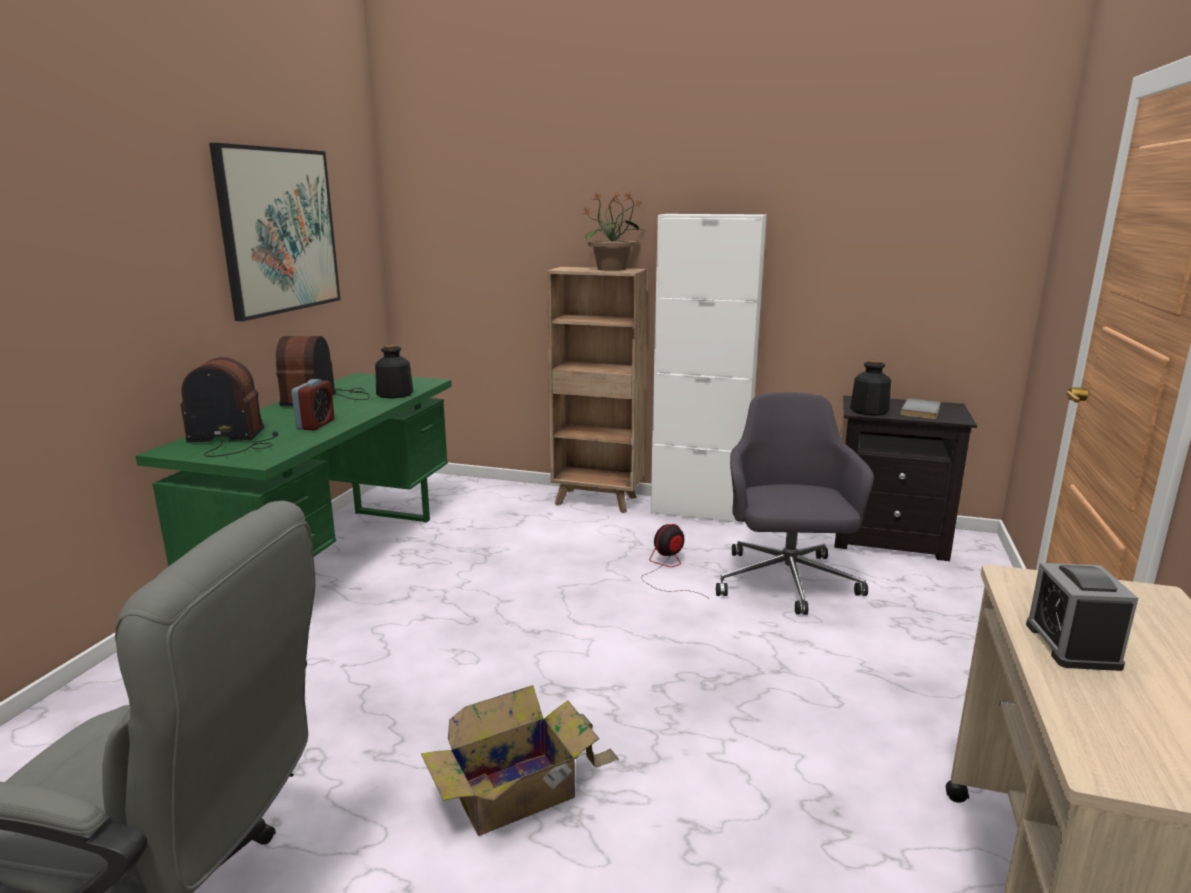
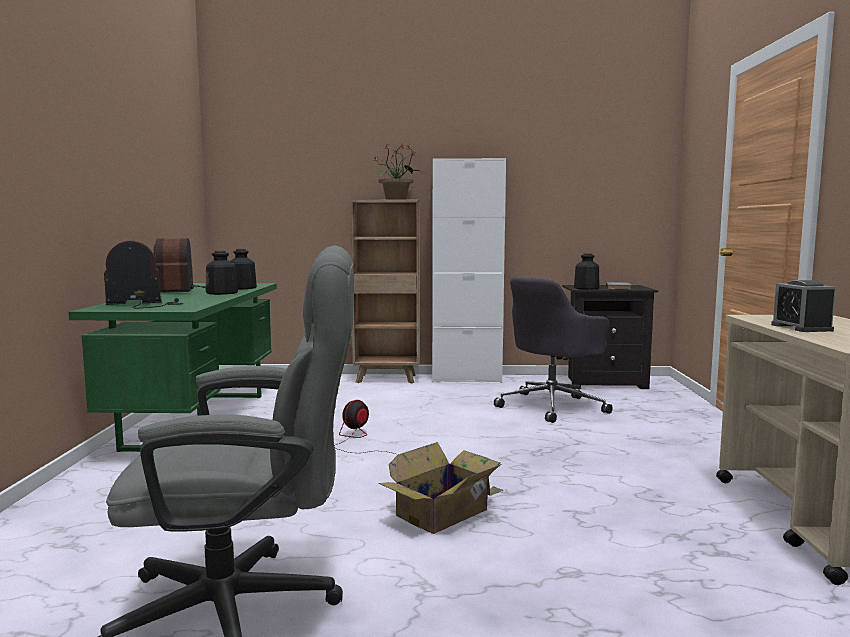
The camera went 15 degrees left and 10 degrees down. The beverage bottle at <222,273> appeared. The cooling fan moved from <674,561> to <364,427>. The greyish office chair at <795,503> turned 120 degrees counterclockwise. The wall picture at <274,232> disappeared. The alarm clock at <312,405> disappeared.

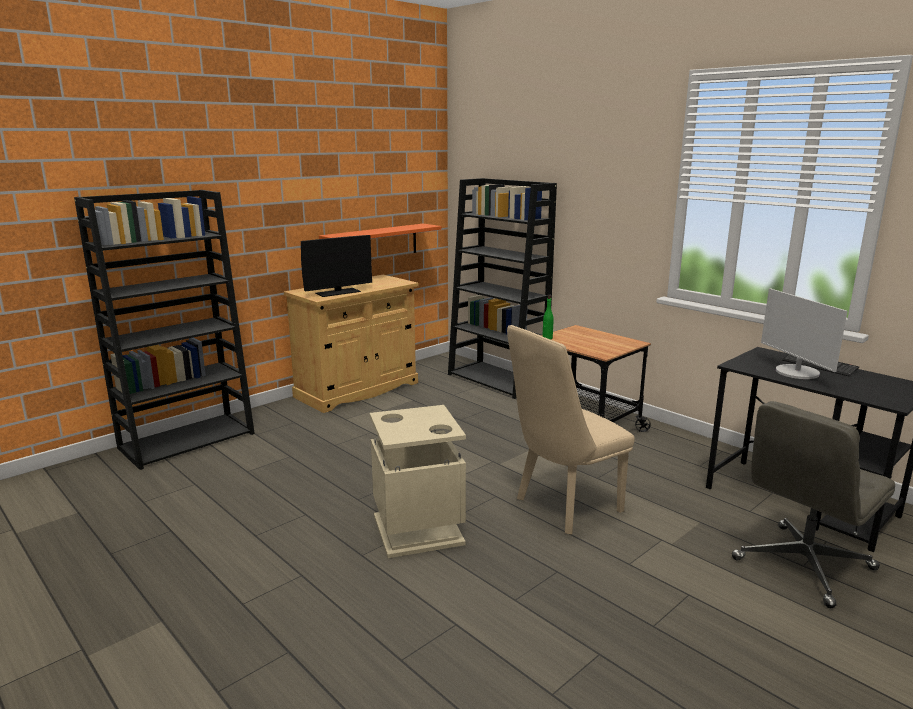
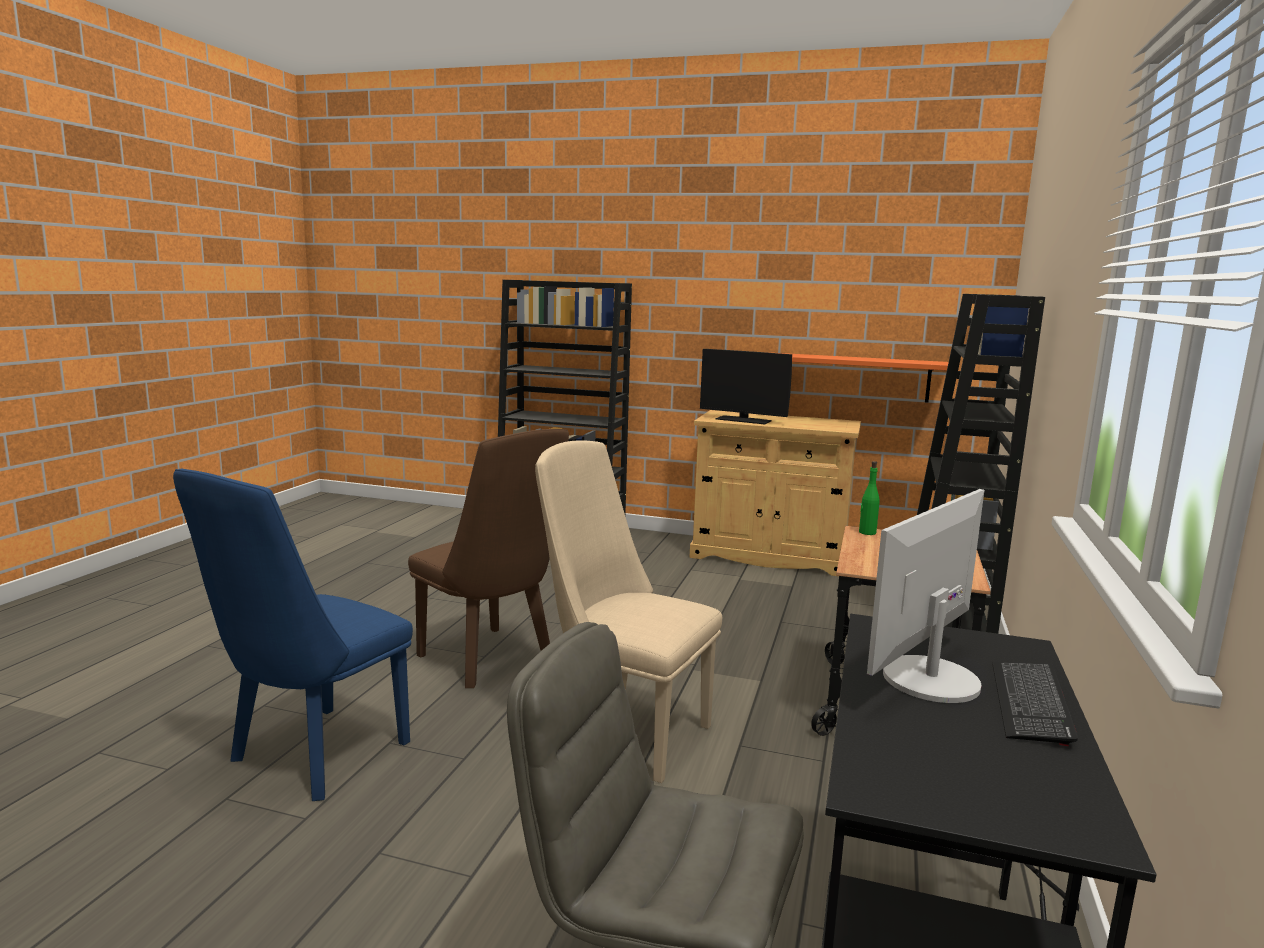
The camera went 60 degrees right and 5 degrees down. The bluish upright chair at <293,635> appeared. The beige trash can at <418,481> was replaced by the brownish upright chair at <488,558>.

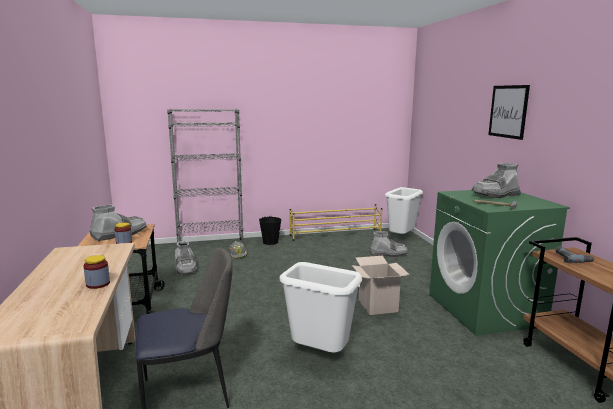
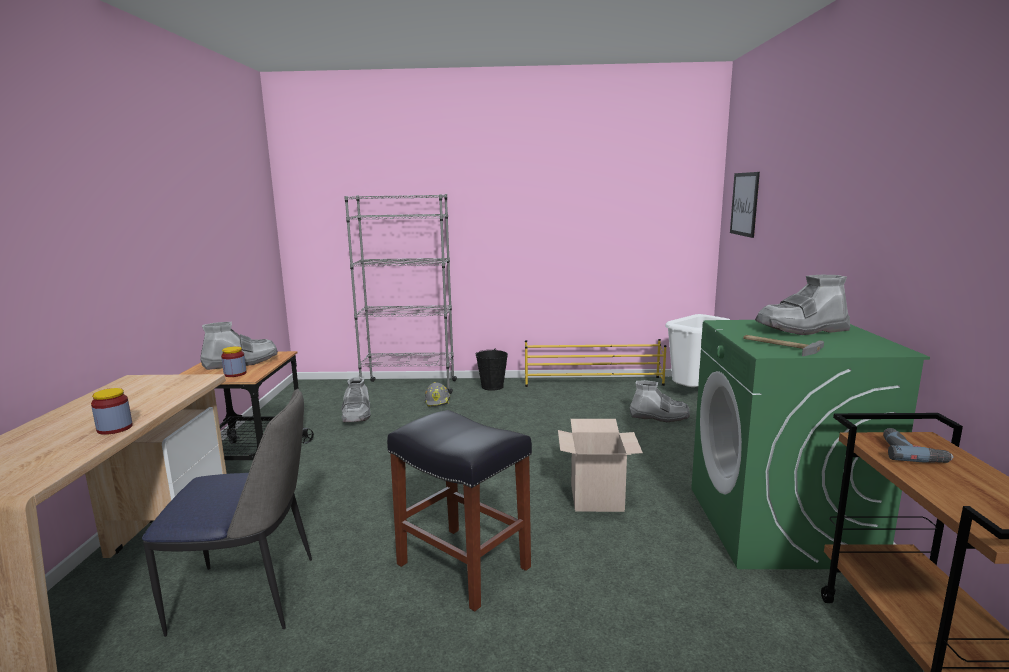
The camera went 15 degrees right and 0 degrees up. The white-coloured trash can at <321,307> was replaced by the blackish stool at <459,511>. The wall picture moved from <509,112> to <745,205>.

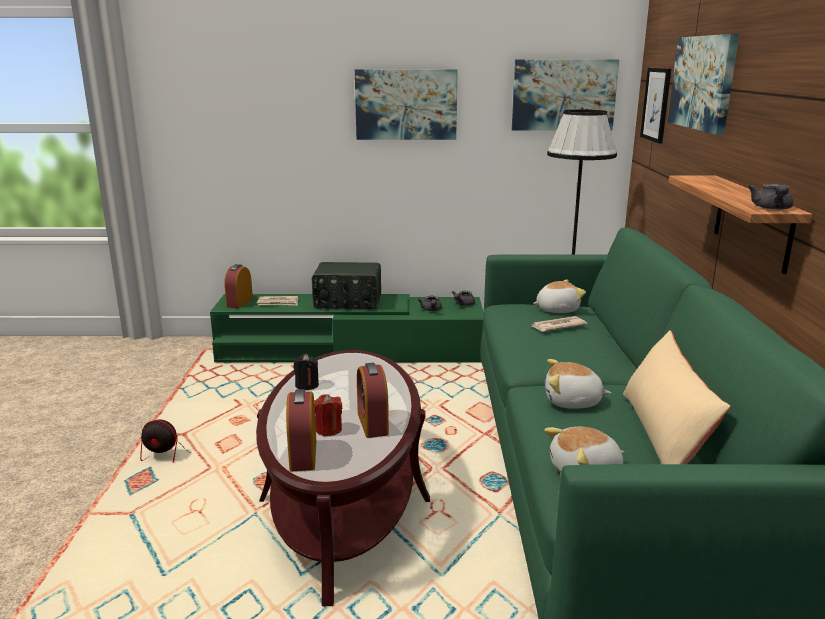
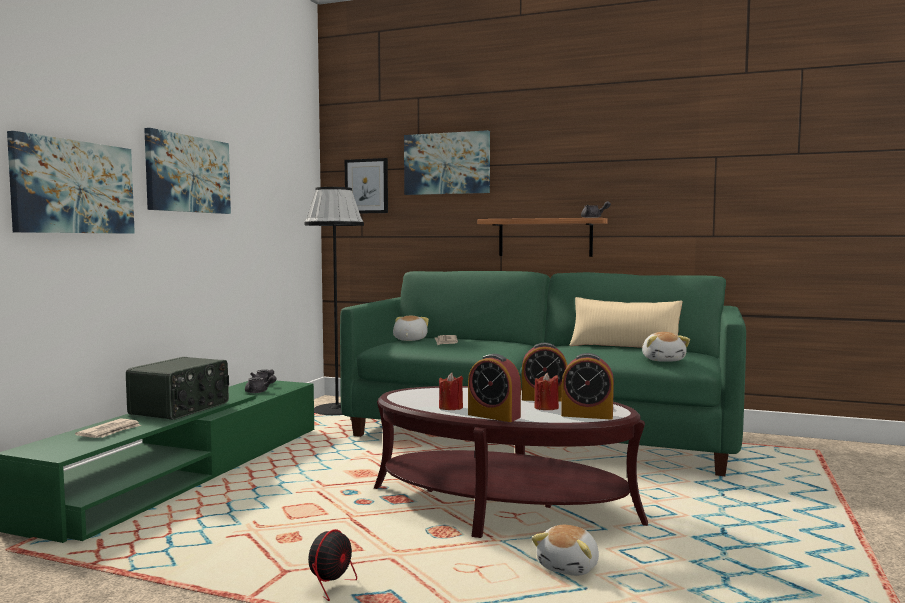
The camera went 70 degrees left and 15 degrees down. The wall picture moved from <565,95> to <71,182>. The blackish candle at <306,372> became the red candle at <451,391>. The alarm clock moved from <238,286> to <494,388>. The cuddly toy moved from <578,384> to <565,550>.

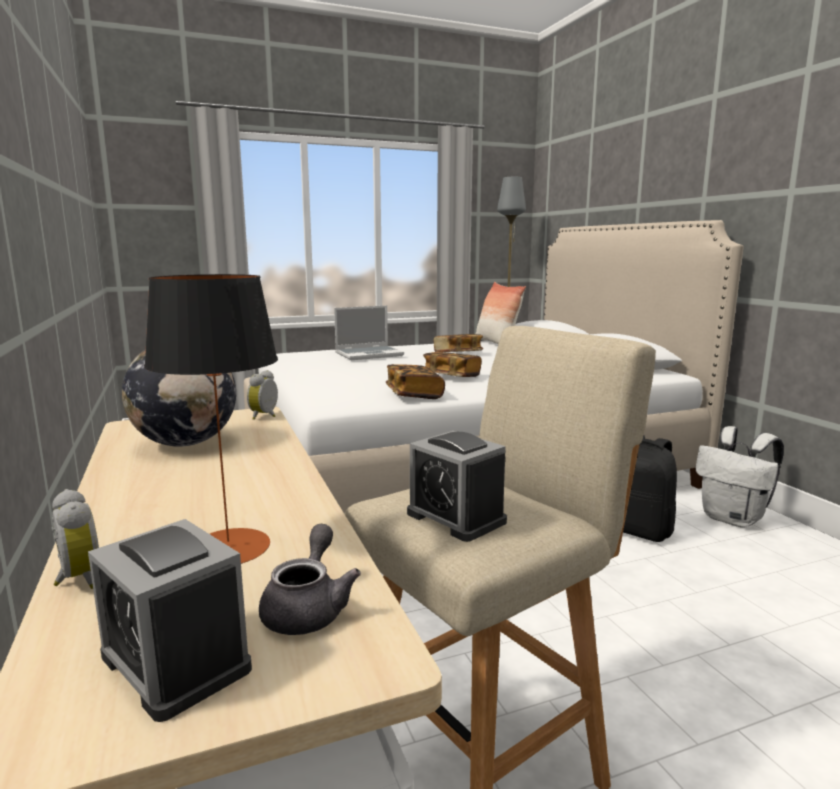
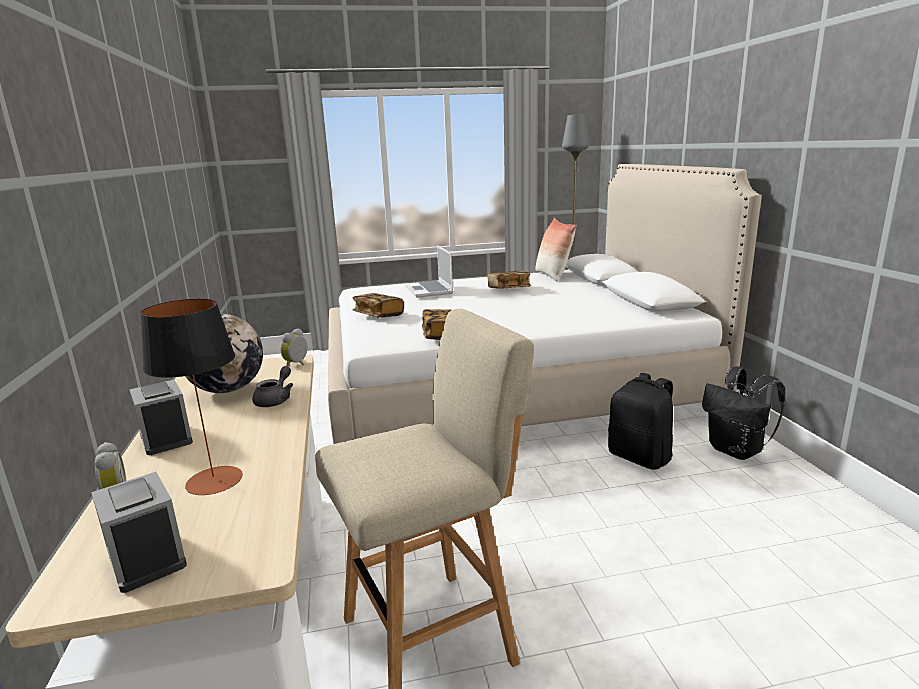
The camera went 10 degrees right and 5 degrees up. The alarm clock moved from <457,486> to <161,417>. The greyish pot for tea moved from <310,579> to <272,386>. The book moved from <452,364> to <378,305>. The notebook computer at <369,333> turned 90 degrees clockwise. The white-coloured knapsack at <739,477> became the blackish knapsack at <744,413>.

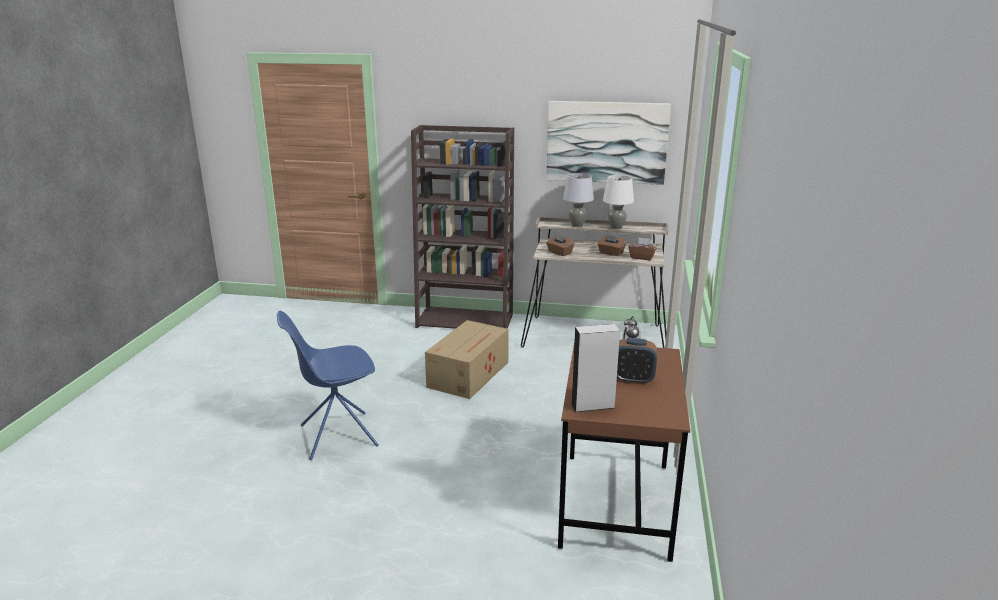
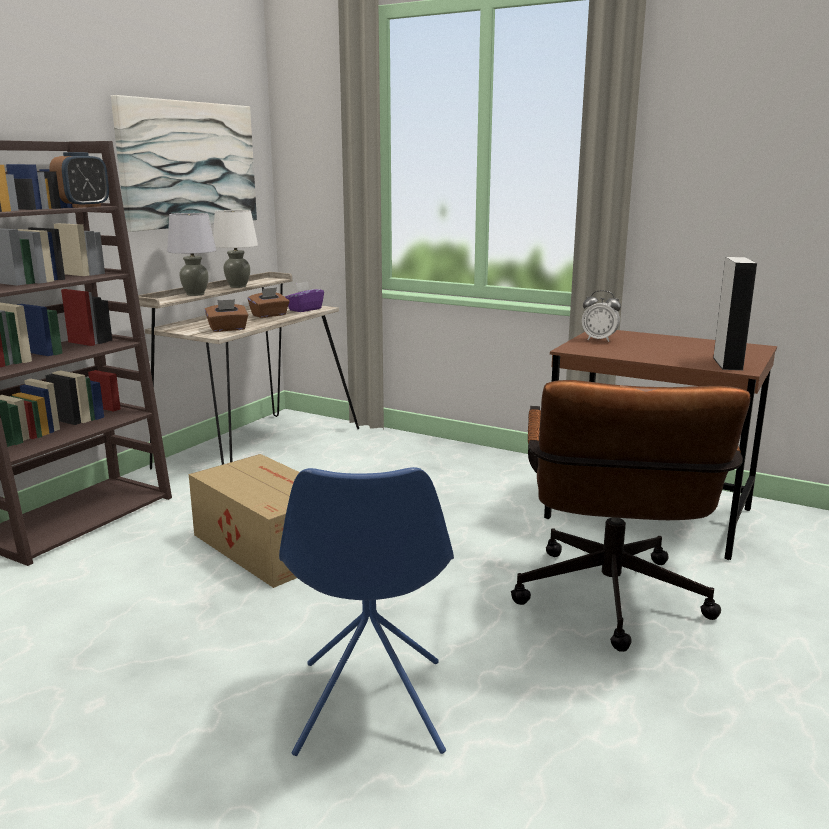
The camera went 70 degrees left and 5 degrees down. The alarm clock moved from <637,361> to <79,180>. The brownish tissue holder at <642,248> became the purple tissue holder at <304,297>. The brownish office chair at <630,516> appeared.

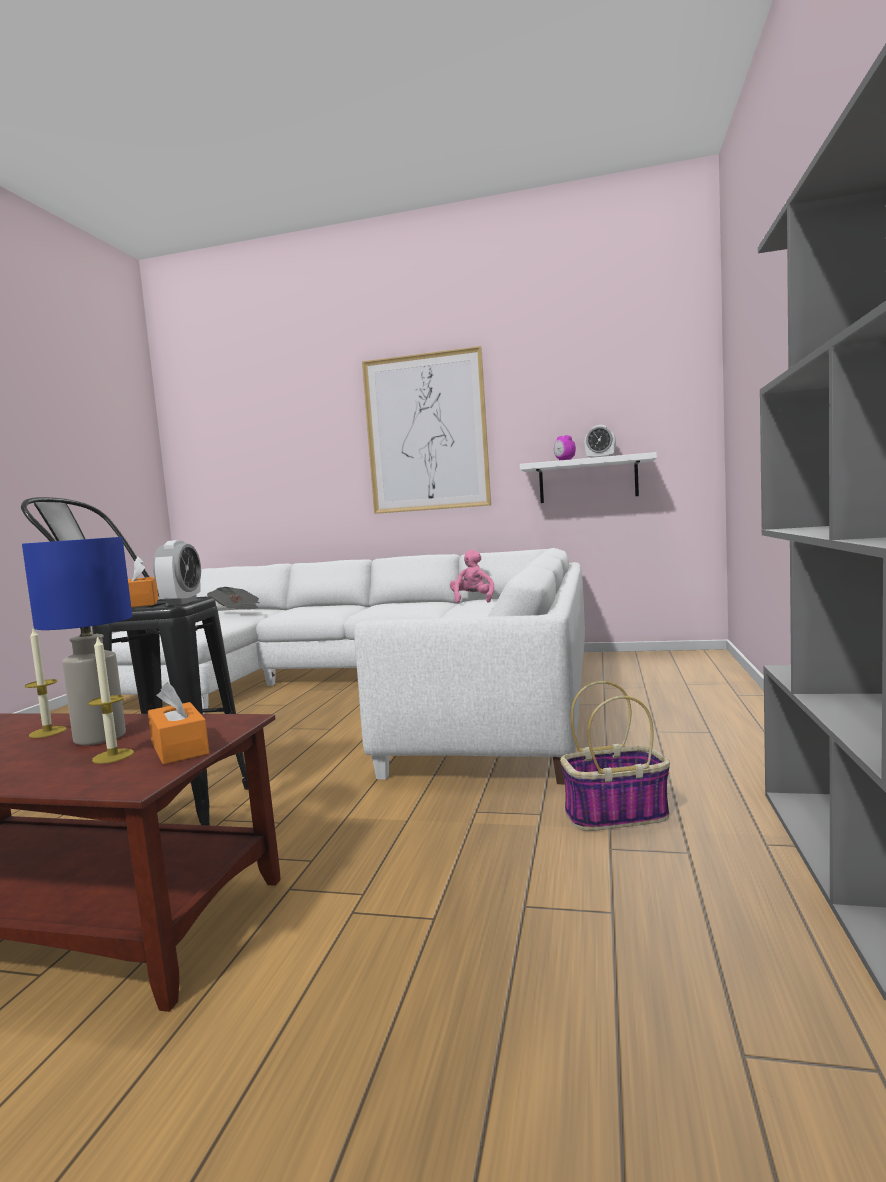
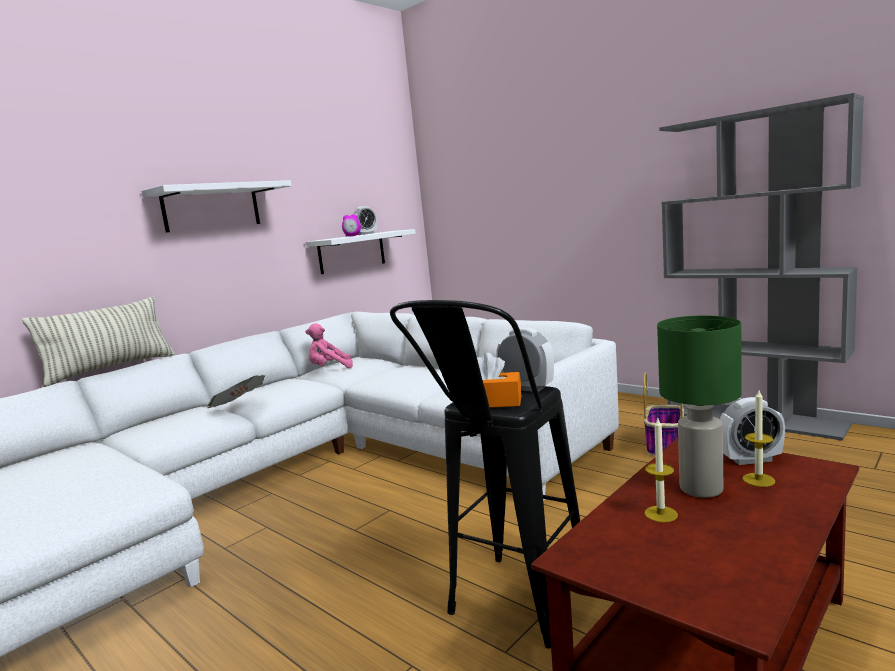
The camera went 60 degrees left and 5 degrees up. The pillow at <98,341> appeared. The wall picture at <426,430> was replaced by the white-coloured bracket shelf at <216,206>. The printed paper moved from <233,598> to <236,391>. The pink cuddly toy at <472,576> turned 45 degrees counterclockwise. The bluish lamp for a table at <77,641> became the green-coloured lamp for a table at <699,406>. The orangey tissue holder at <178,723> was replaced by the alarm clock at <752,431>.

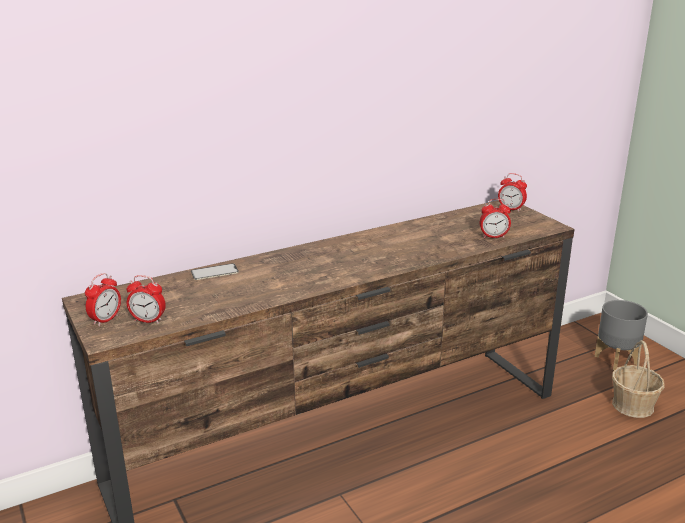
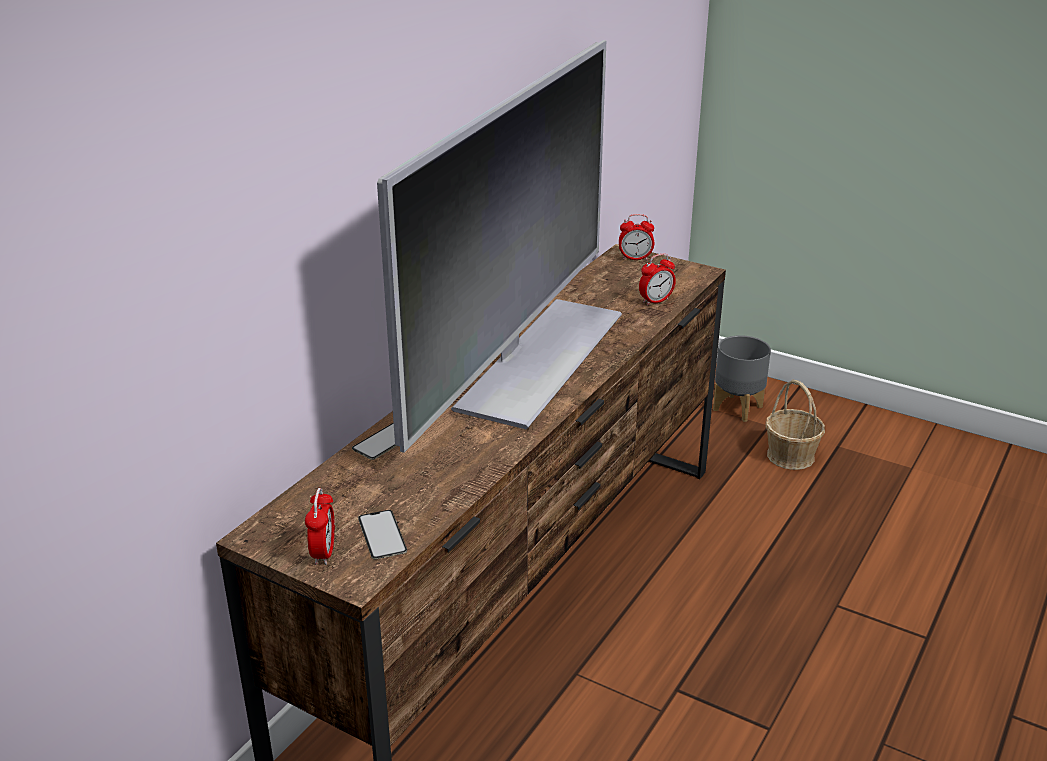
The camera went 30 degrees left and 5 degrees up. The alarm clock at <146,299> was replaced by the telephone at <382,534>. The TV at <499,246> appeared.

